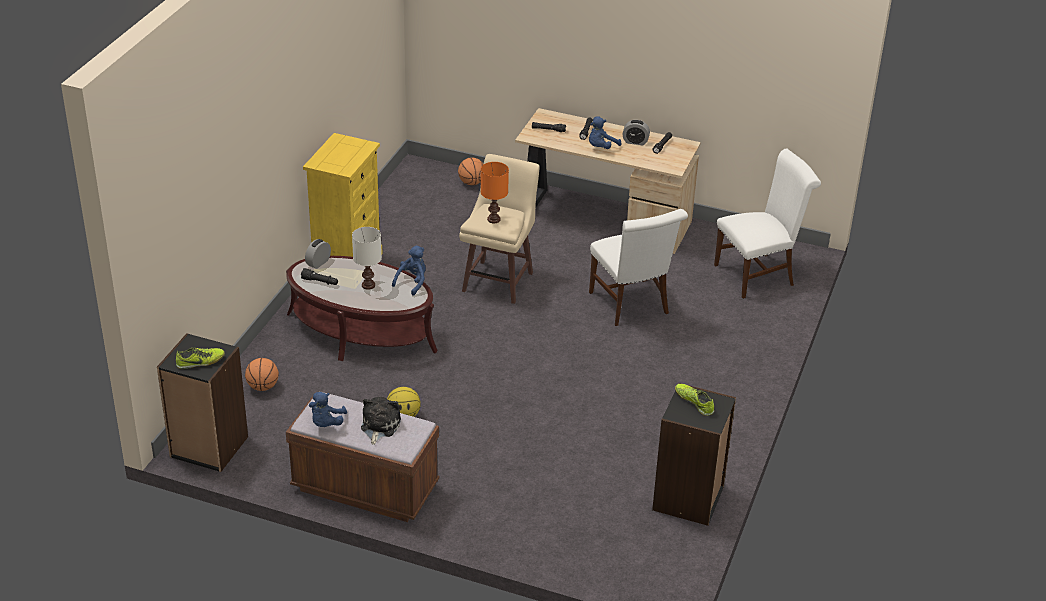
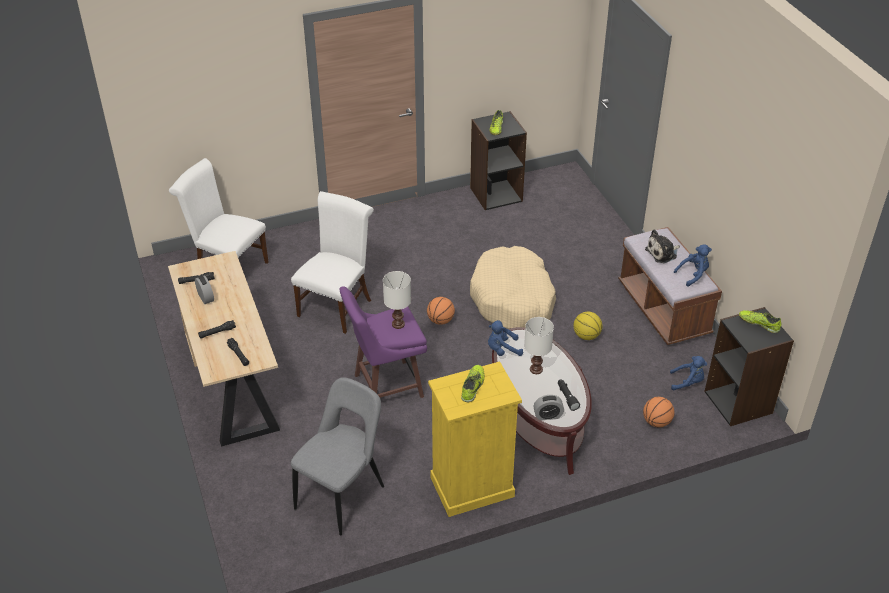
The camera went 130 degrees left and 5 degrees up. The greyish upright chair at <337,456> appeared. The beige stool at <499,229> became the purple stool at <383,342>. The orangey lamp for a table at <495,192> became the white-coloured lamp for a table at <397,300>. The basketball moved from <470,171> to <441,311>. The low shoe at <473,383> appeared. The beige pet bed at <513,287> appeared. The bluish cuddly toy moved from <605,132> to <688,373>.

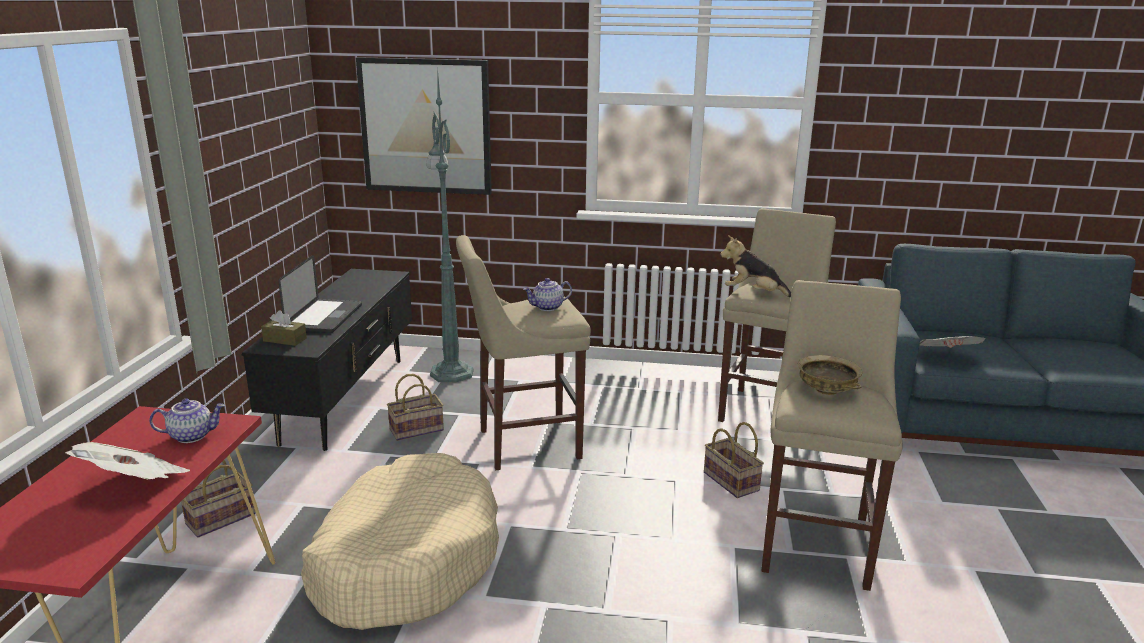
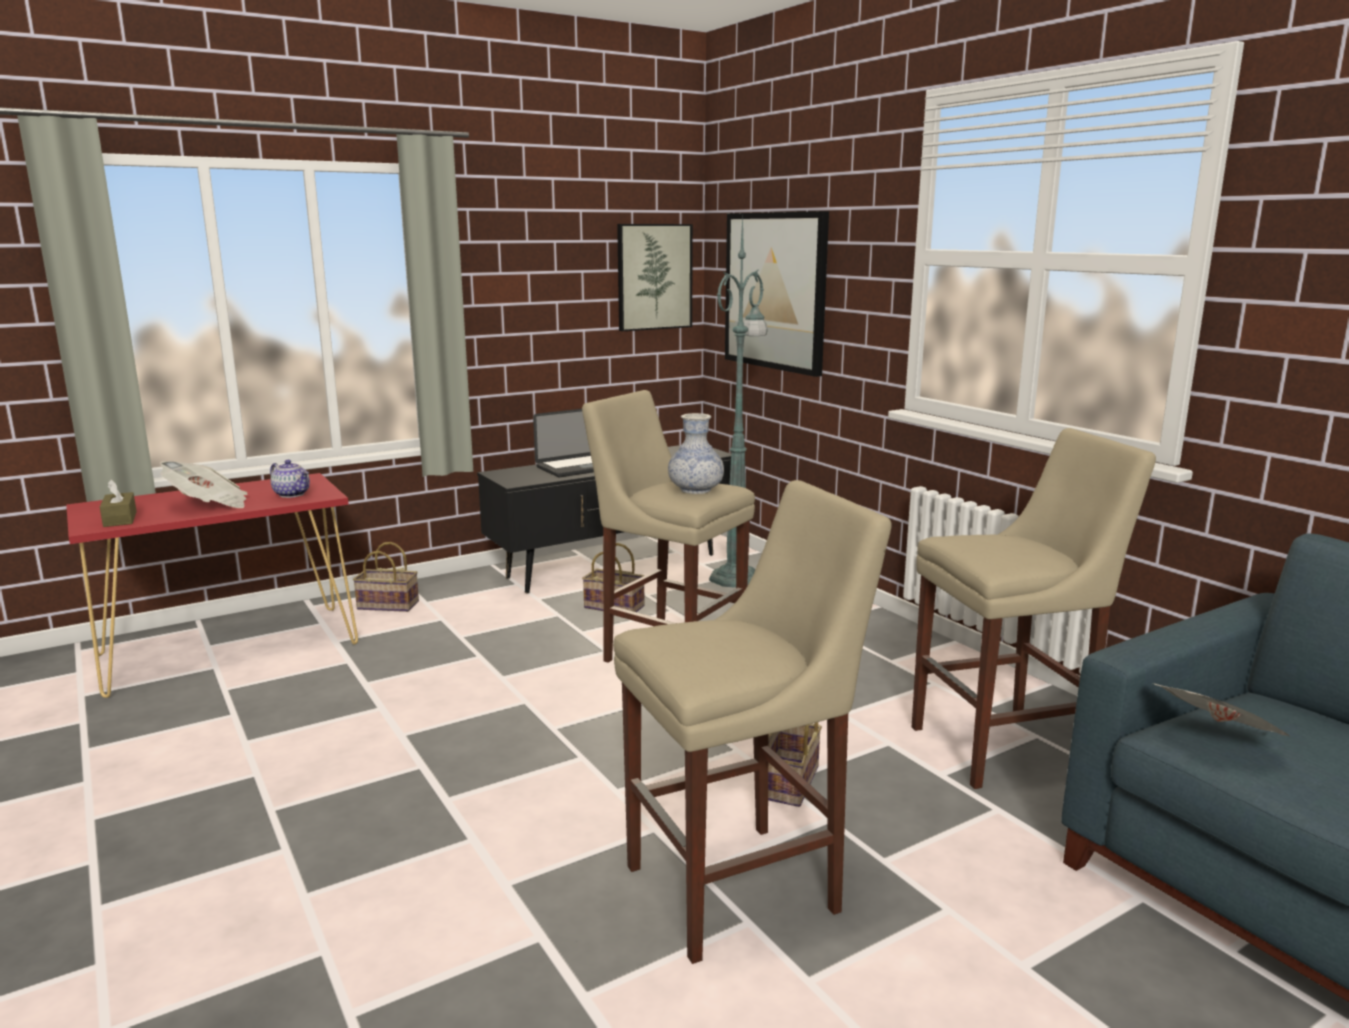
The camera went 50 degrees right and 5 degrees down. The brownish tissue holder moved from <284,328> to <118,503>. The wall picture at <655,277> appeared. The pot for tea at <547,294> was replaced by the vase at <696,453>. The beige pet bed at <400,541> disappeared. The cuddly toy at <755,266> disappeared. The beige serving bowl at <830,375> disappeared.

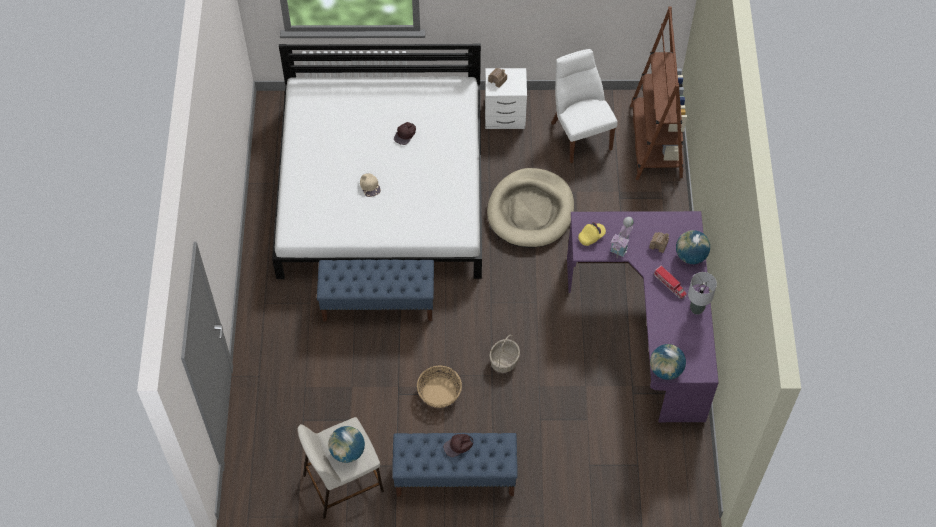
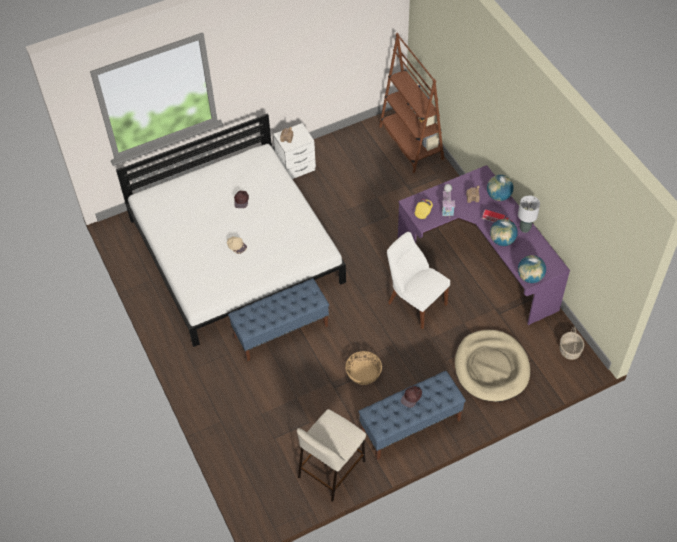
The camera went 25 degrees left and 5 degrees down. The white-coloured upright chair moved from <584,106> to <418,280>. The beige pet bed moved from <530,208> to <492,366>. The desk globe moved from <346,444> to <504,232>. The basket moved from <504,353> to <572,343>.

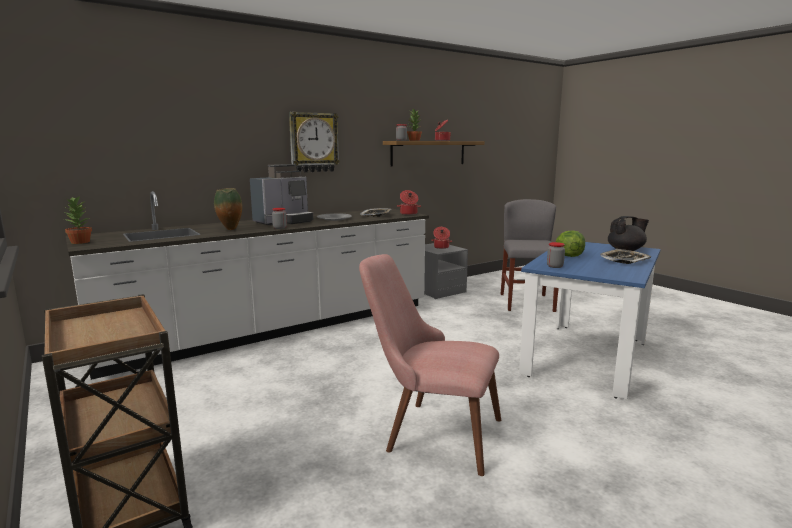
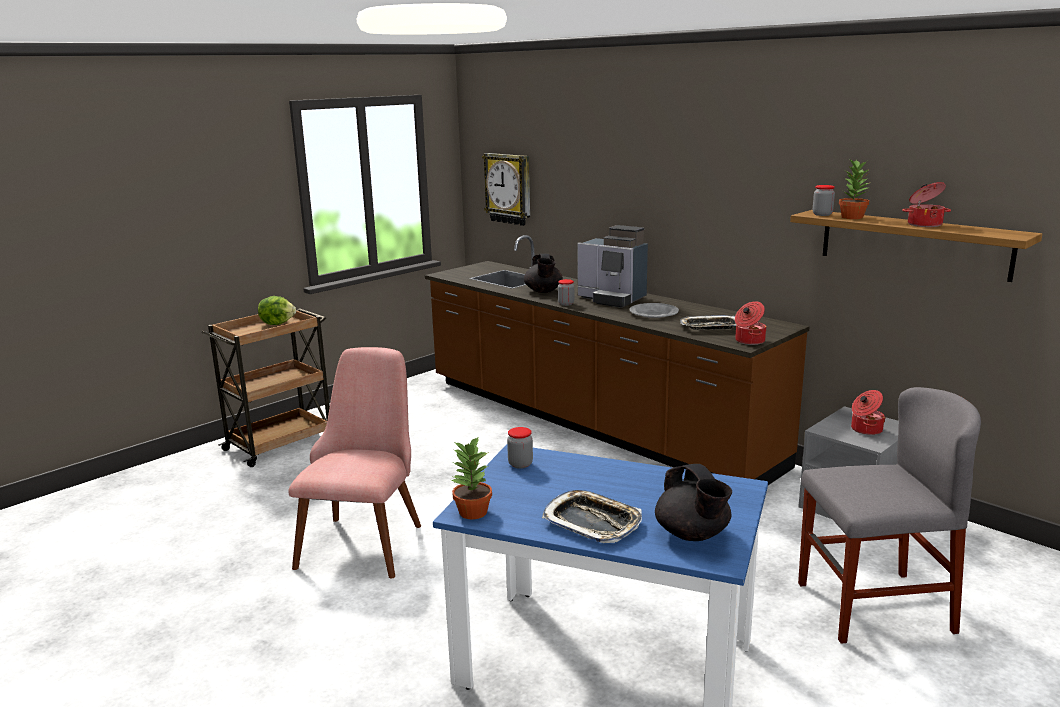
The camera went 80 degrees right and 5 degrees up. The lettuce head moved from <570,243> to <277,310>. The white-coloured counter at <247,285> became the brownish counter at <617,360>. The plant in a pot moved from <78,219> to <471,477>. The hanging clock moved from <314,142> to <506,189>. The vase at <228,209> was replaced by the blackish pot for tea at <543,273>.

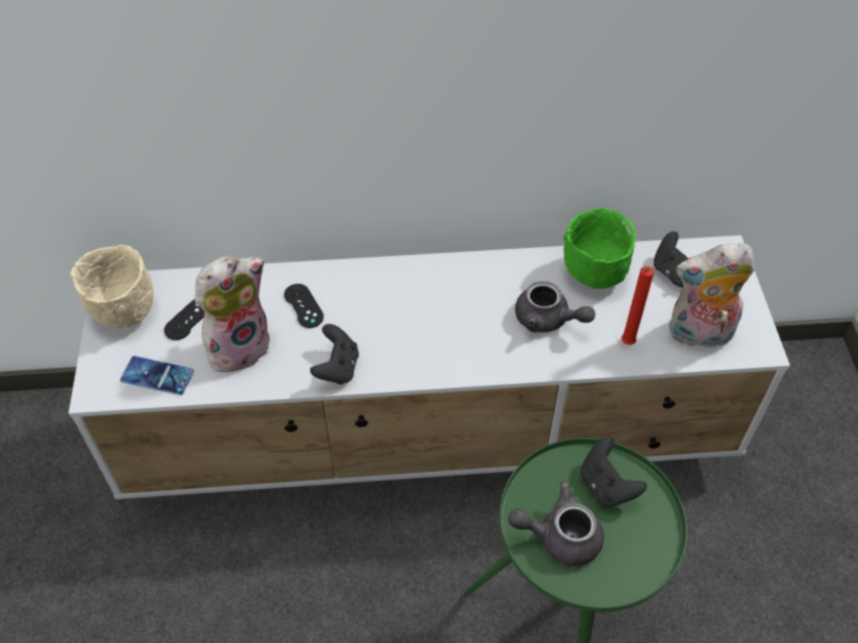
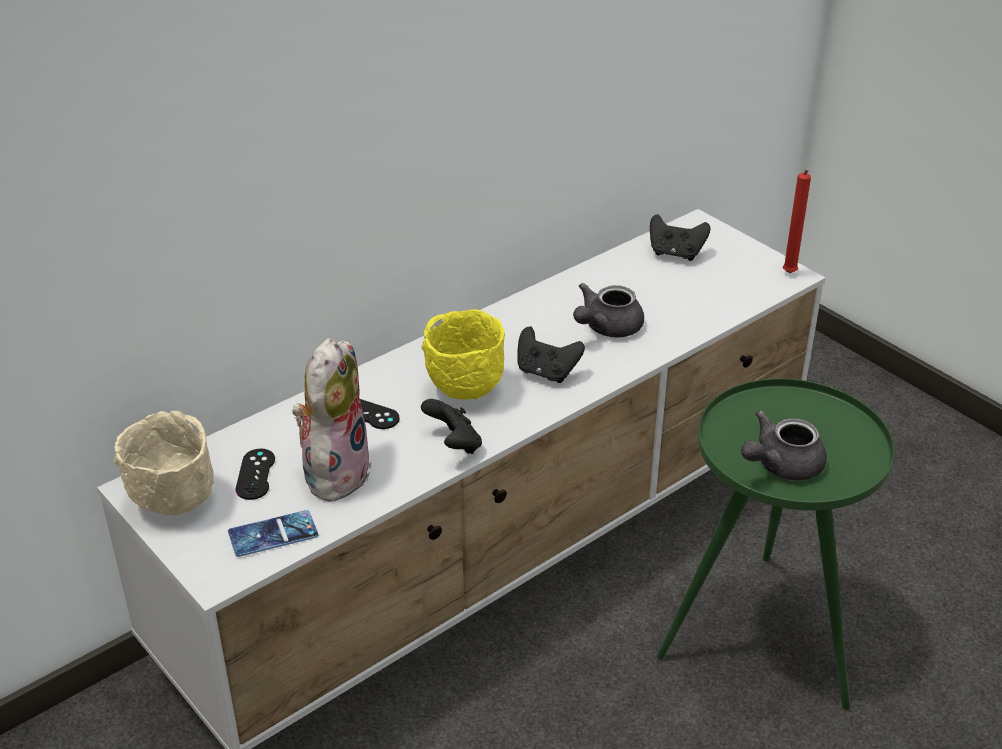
The camera went 35 degrees left and 15 degrees down. The yellow serving bowl at <463,354> appeared. The blackish gamepad moved from <614,472> to <551,354>. The greyish pot for tea at <555,306> turned 135 degrees clockwise. The red candle moved from <637,305> to <797,221>. The green-coloured serving bowl at <599,248> disappeared. The cuddly toy at <712,297> disappeared.

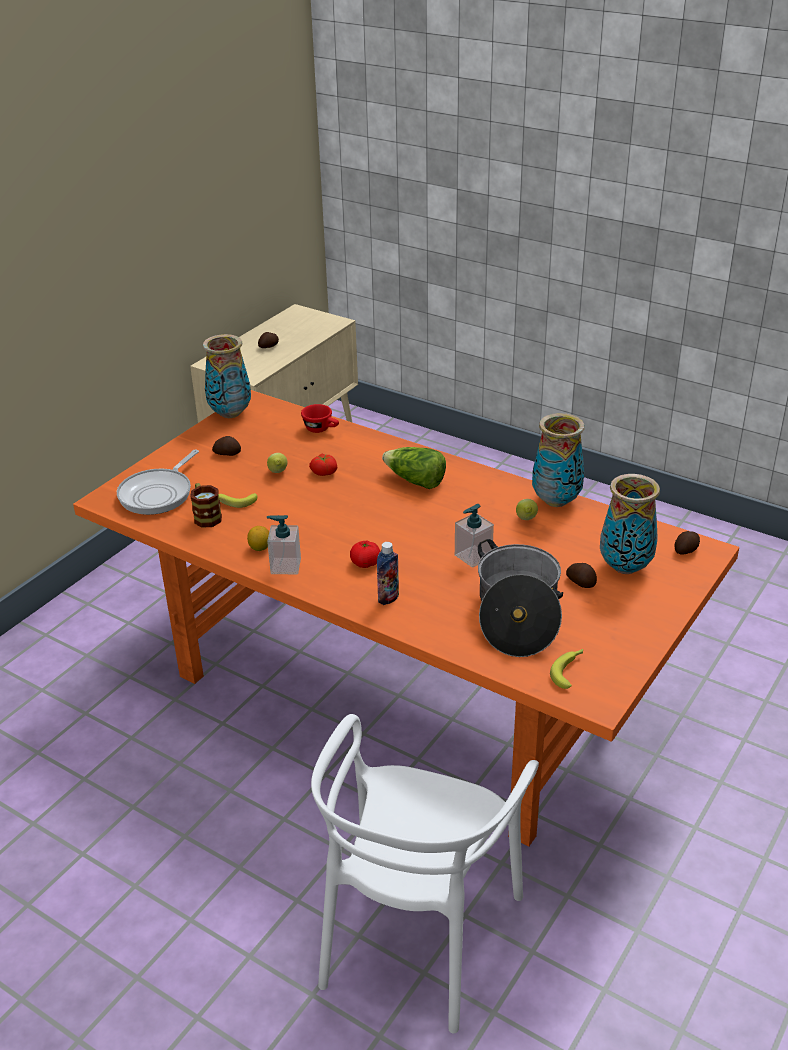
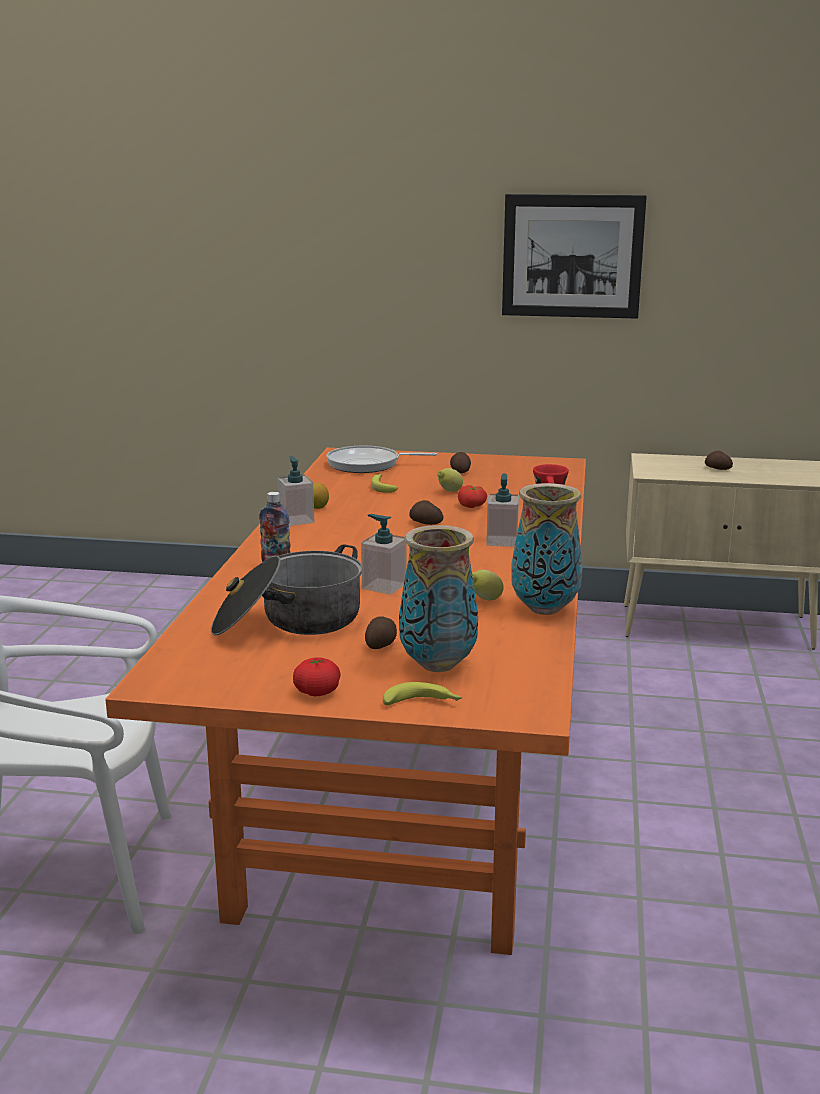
The camera went 65 degrees right and 15 degrees down. The tomato moved from <365,554> to <316,676>. The whole banana moved from <566,669> to <423,693>. The potato moved from <687,542> to <426,512>. The lettuce head at <414,468> was replaced by the liquid soap bottle at <502,510>. The wall picture at <574,256> appeared. The coffee mug at <206,505> disappeared. The vase at <227,376> disappeared.

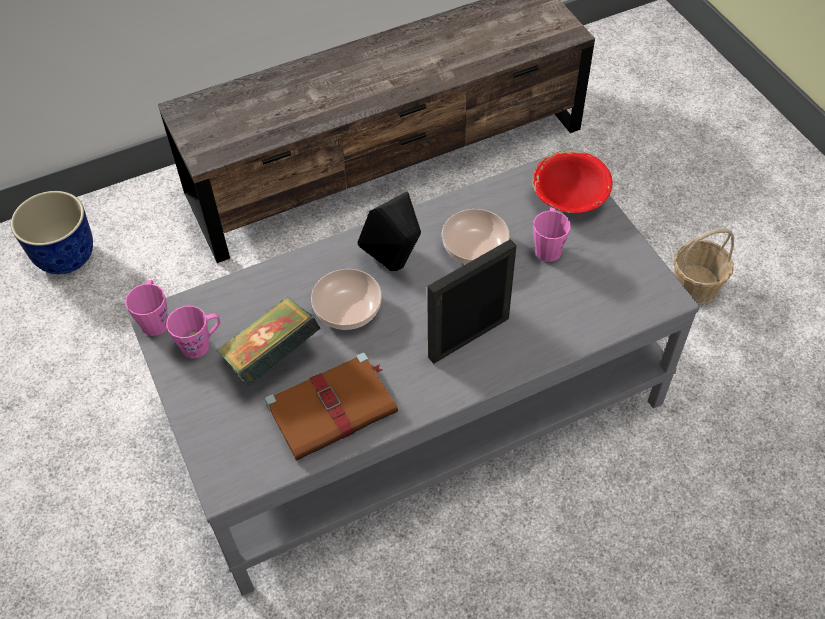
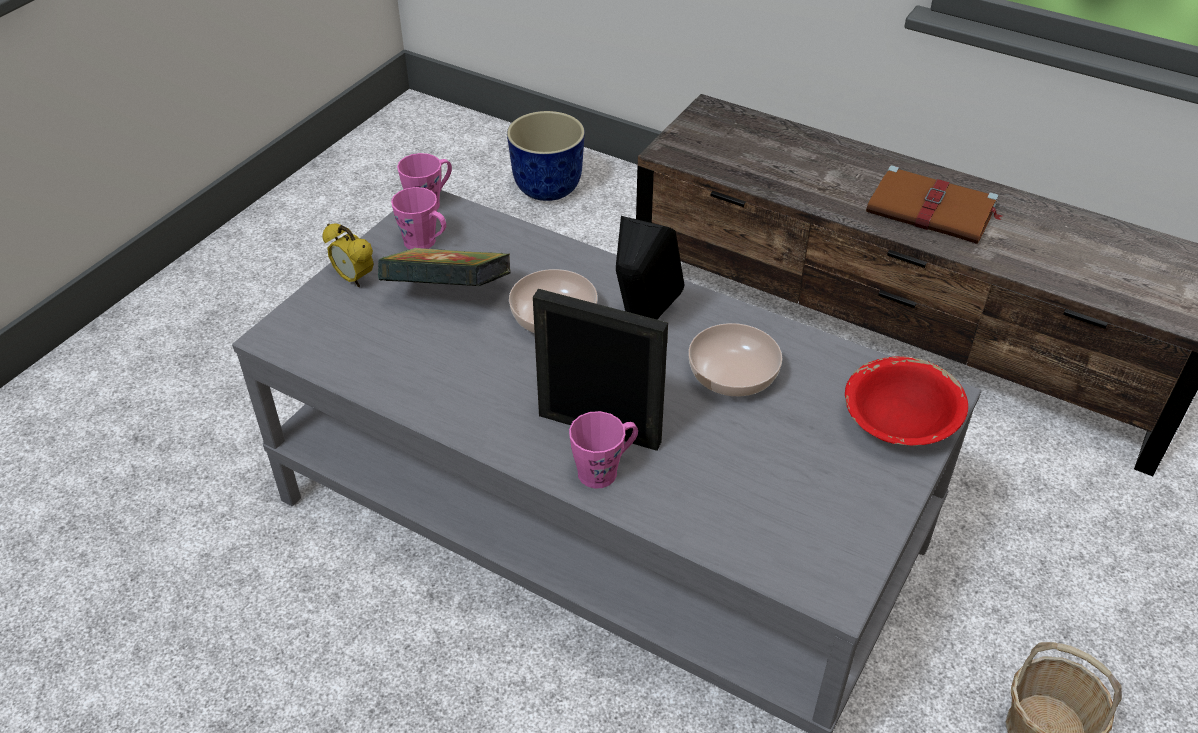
The camera went 55 degrees right and 10 degrees down. The alarm clock at <348,255> appeared. The pink coffee mug moved from <552,235> to <603,450>. The brownish book moved from <331,406> to <934,204>.

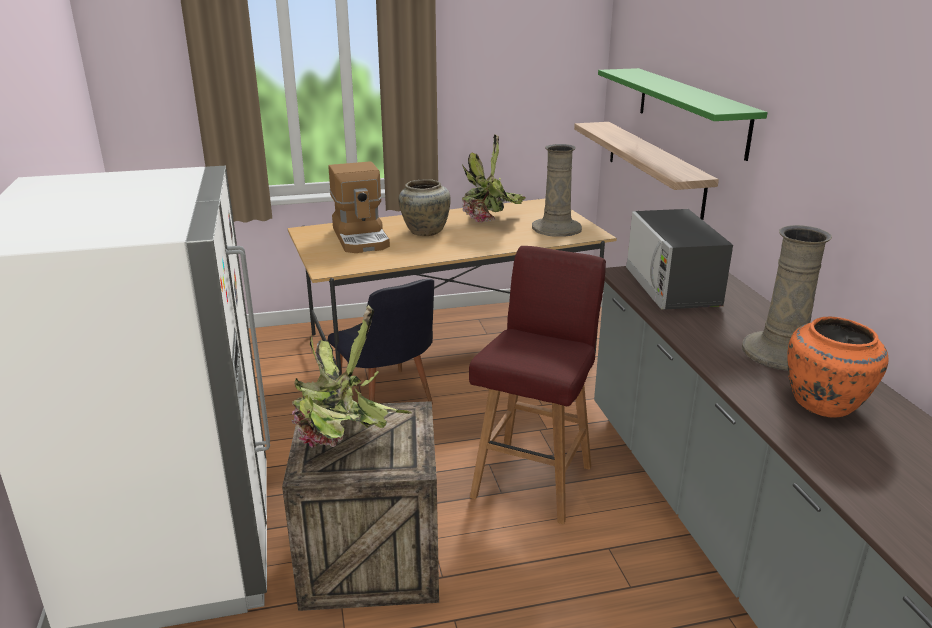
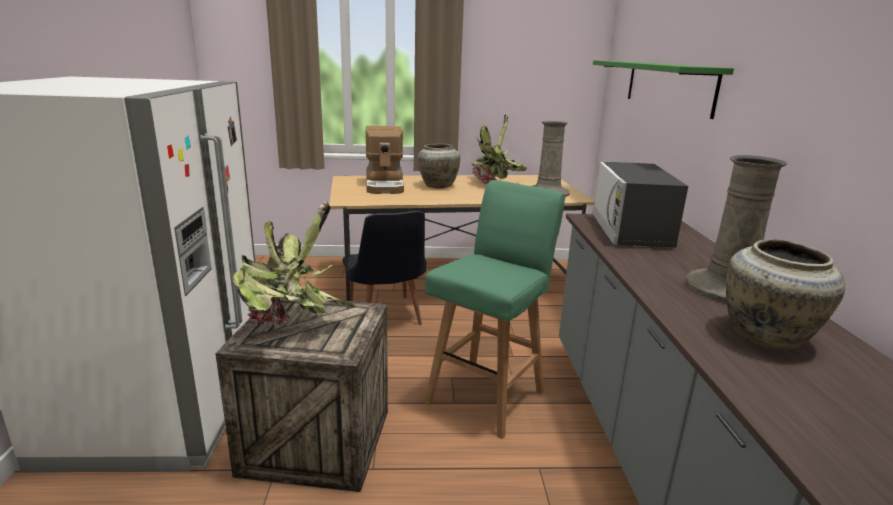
The camera went 10 degrees right and 5 degrees down. The red stool at <537,385> became the green-coloured stool at <495,309>. The orangey vase at <838,367> became the beige vase at <785,294>. The bracket shelf at <646,171> disappeared.

